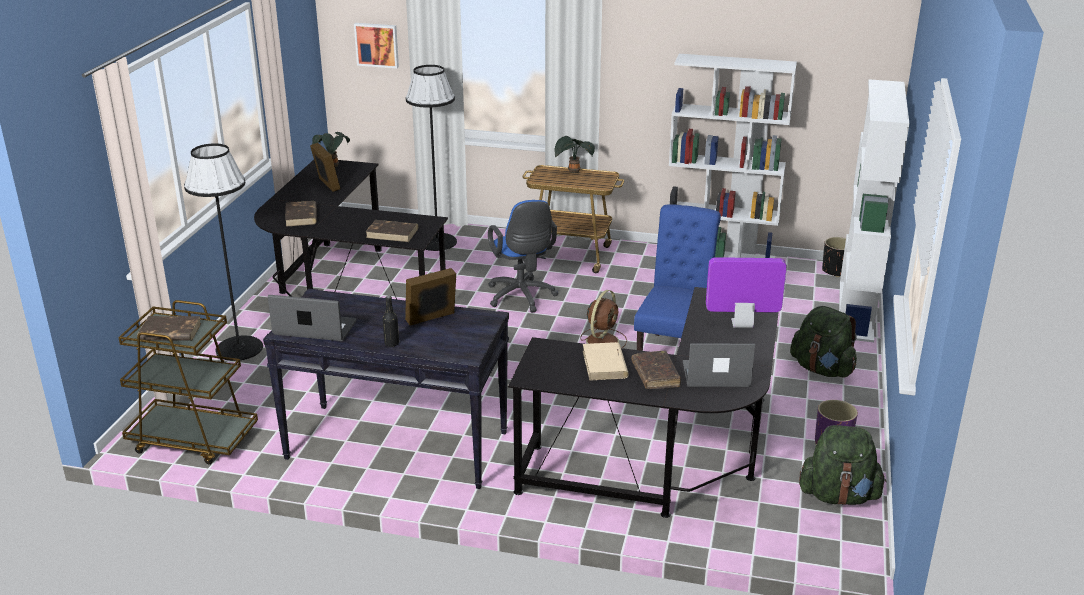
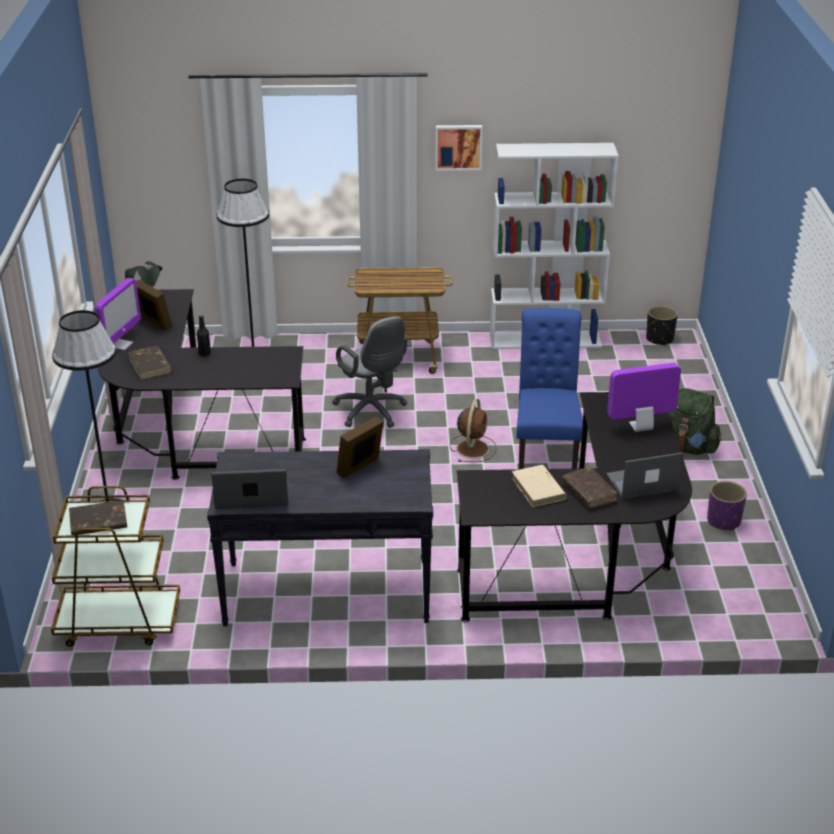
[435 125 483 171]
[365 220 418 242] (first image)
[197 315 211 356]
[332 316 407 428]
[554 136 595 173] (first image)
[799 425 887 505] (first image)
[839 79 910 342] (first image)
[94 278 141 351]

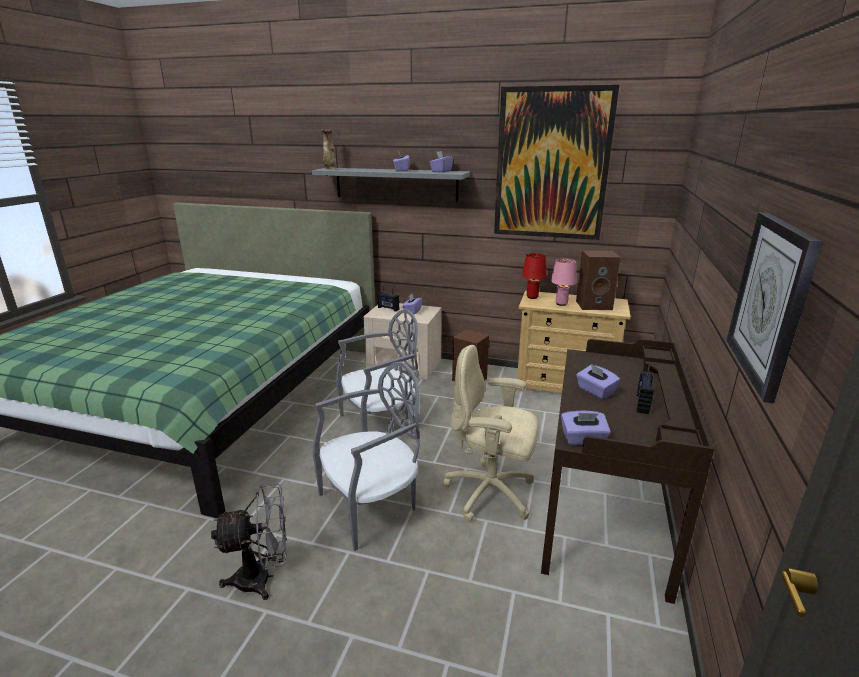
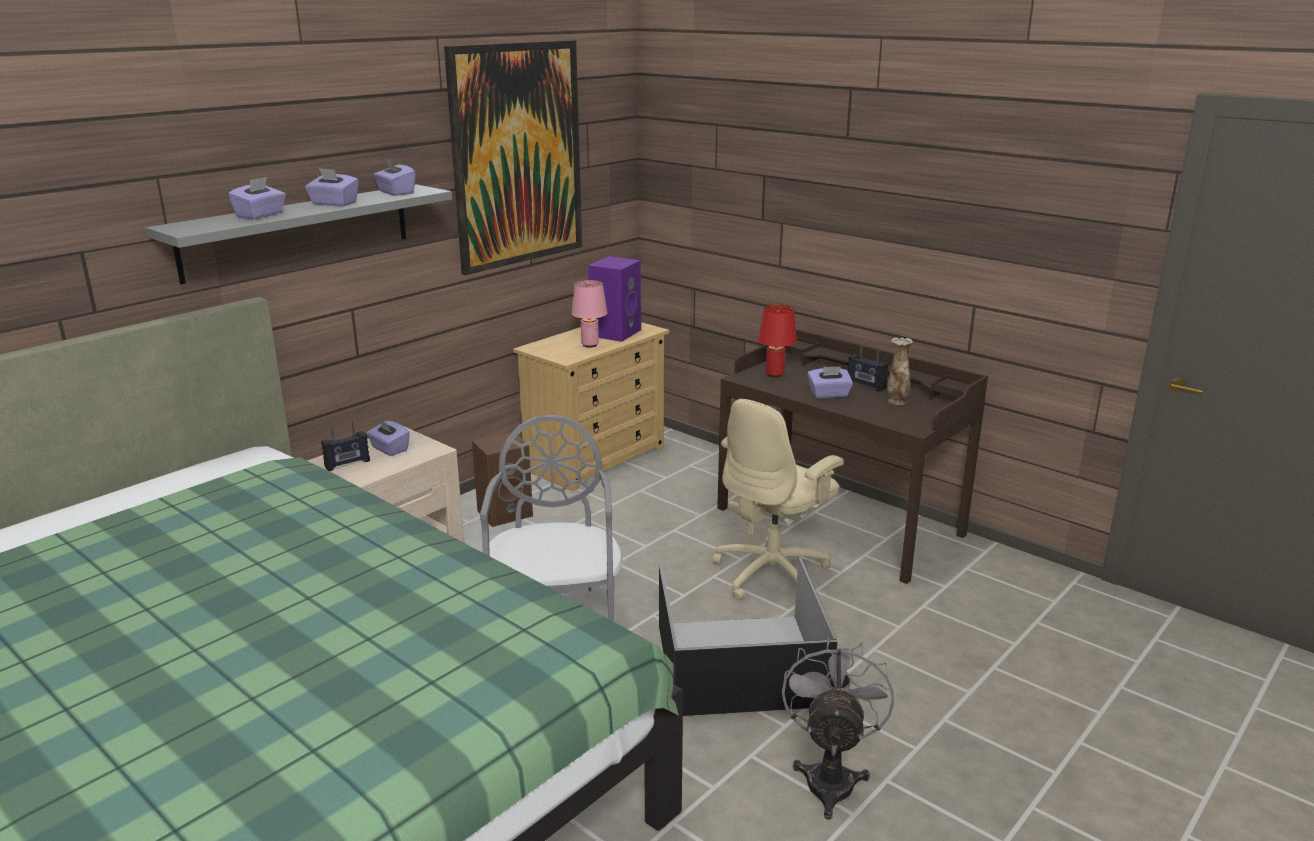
[659 558 837 716]
[887 338 913 405]
[758 305 797 377]
[228 177 286 219]
[588 256 641 342]
[727 212 823 403] (first image)

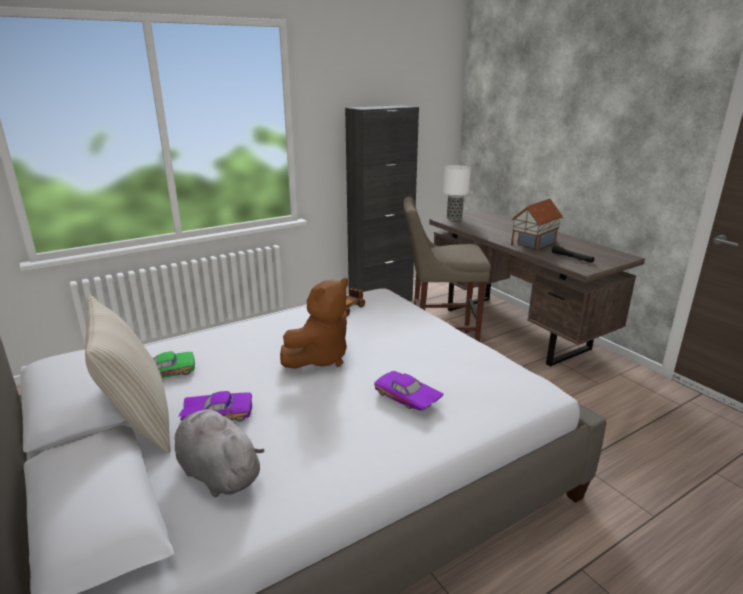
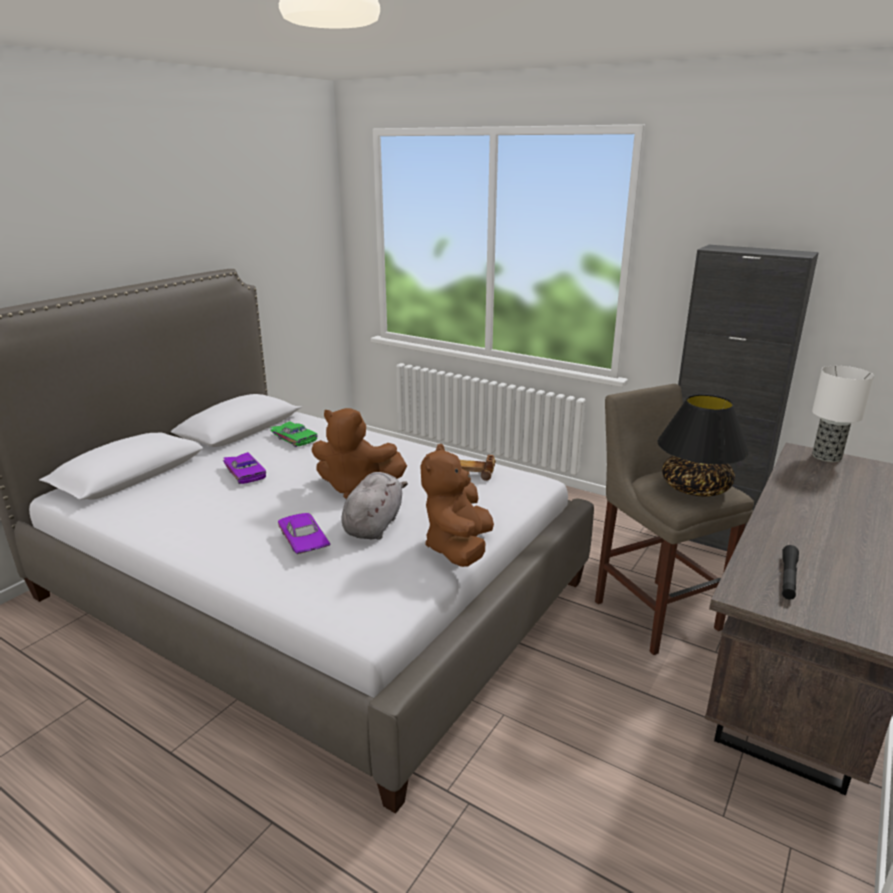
[85 295 170 454] (first image)
[341 472 408 540]
[278 513 331 554]
[511 199 563 251] (first image)
[420 444 494 567]
[657 394 749 496]

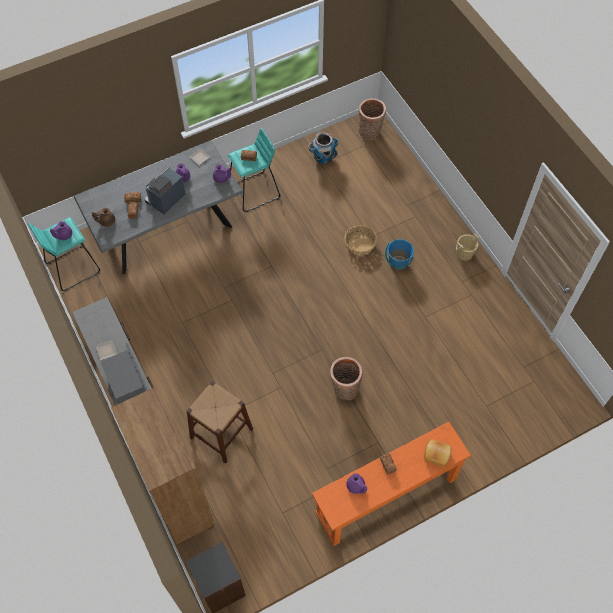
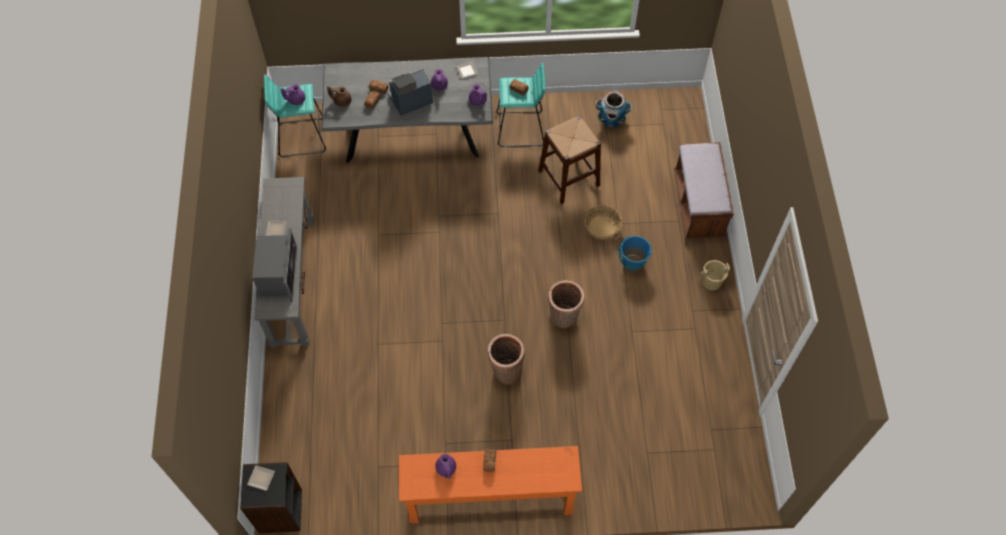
[111 387 215 546] (first image)
[538 115 601 204]
[548 280 584 328]
[424 439 451 467] (first image)
[247 465 275 491]
[674 142 734 239]

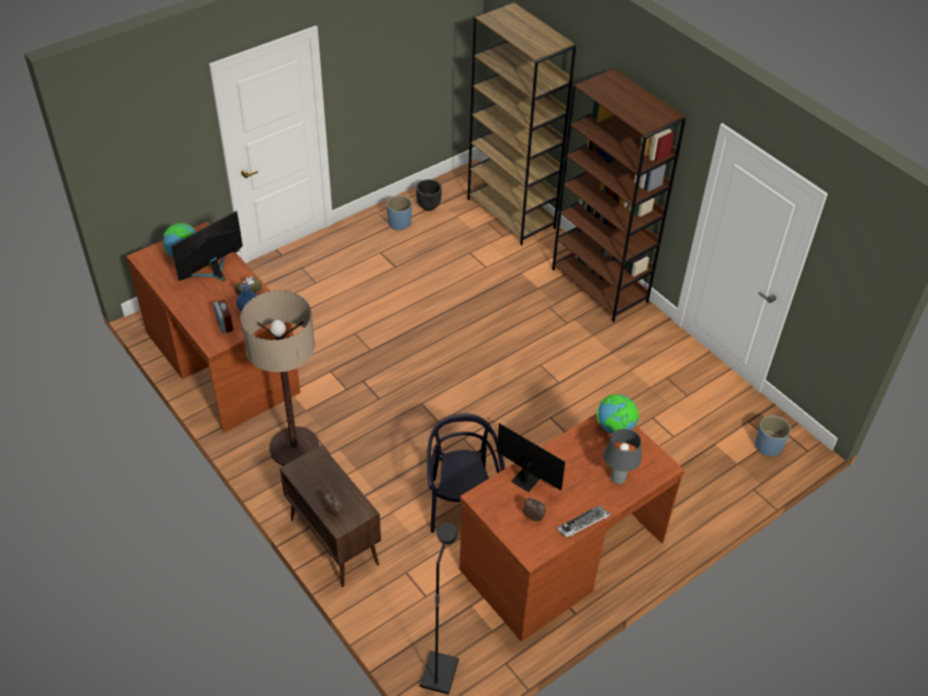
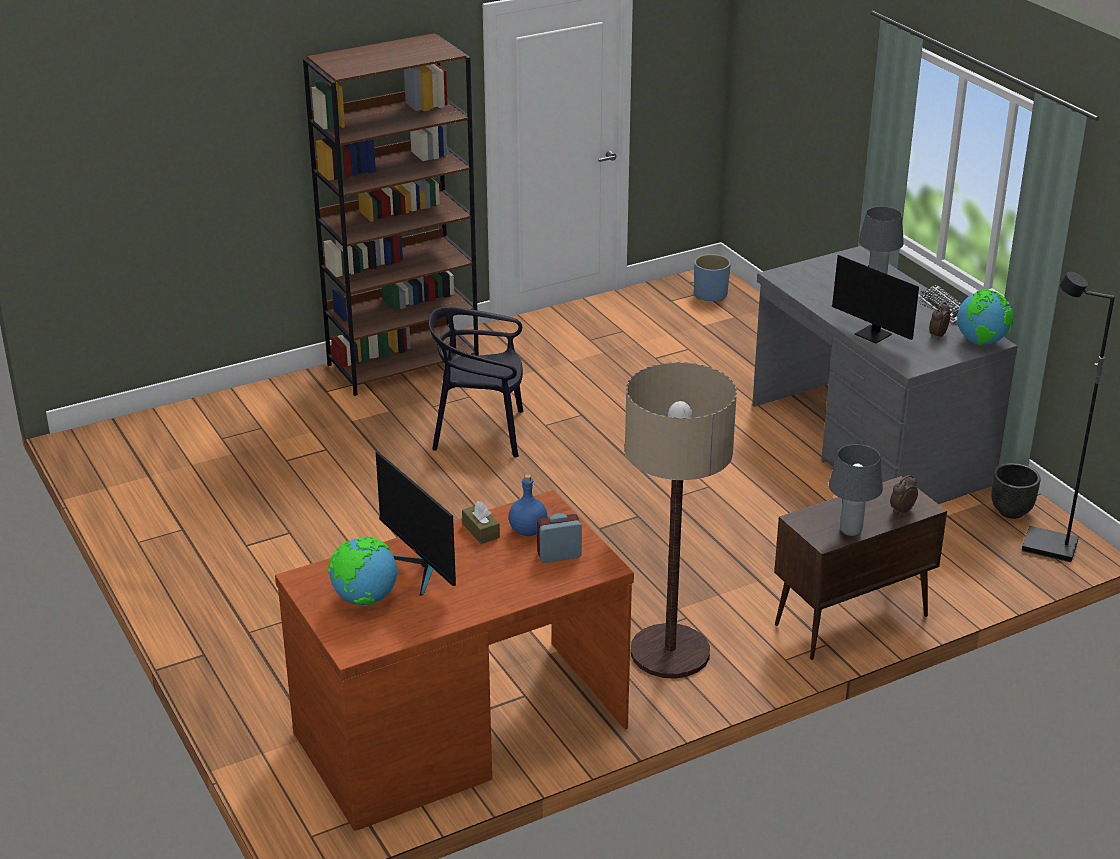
[387 195 412 231] (first image)
[991 463 1040 519]
[428 307 524 457]
[752 246 1018 504]
[468 3 576 246] (first image)
[832 255 944 343]
[957 290 1013 345]
[829 444 883 536]

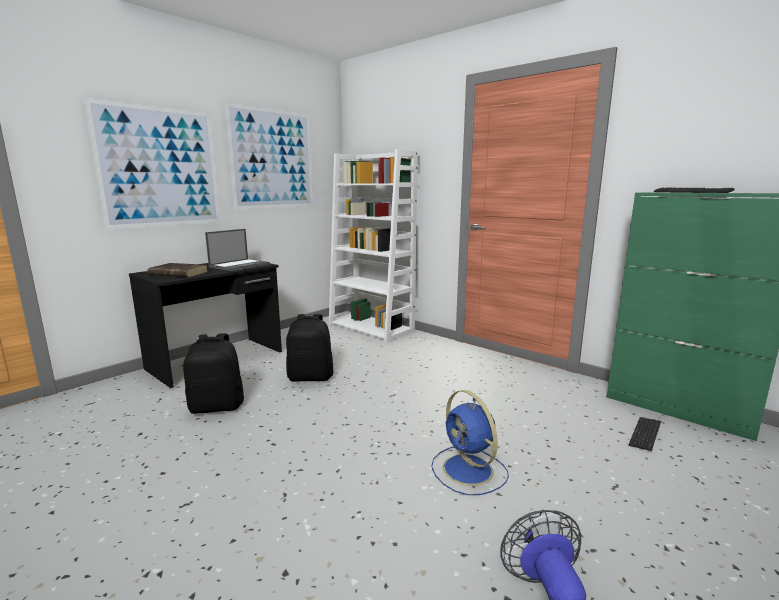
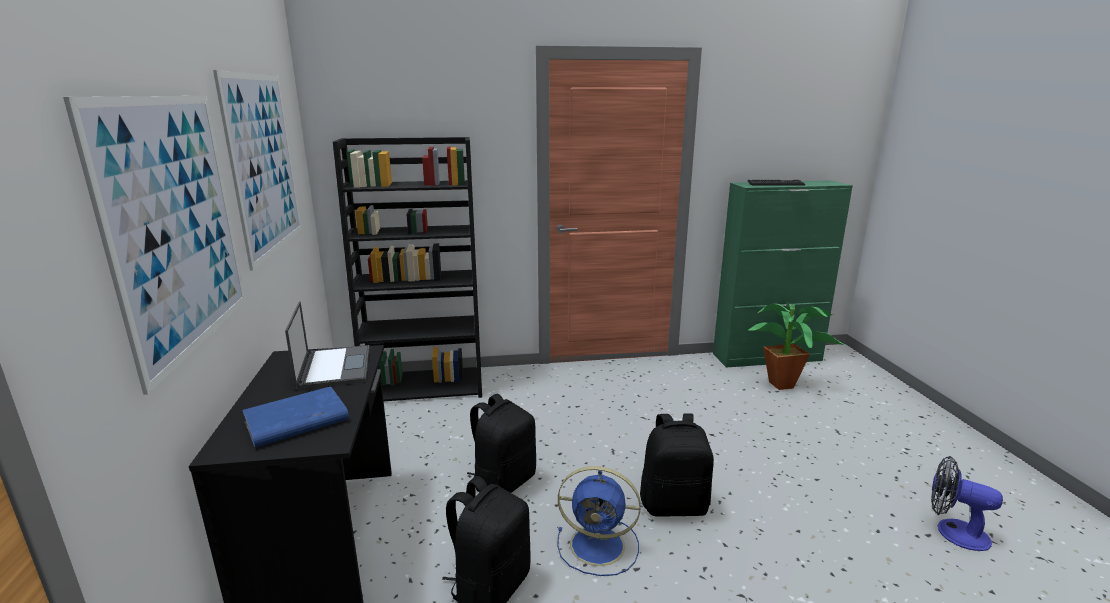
[242 386 349 448]
[333 137 482 401]
[557 466 641 576]
[749 302 845 390]
[640 413 714 517]

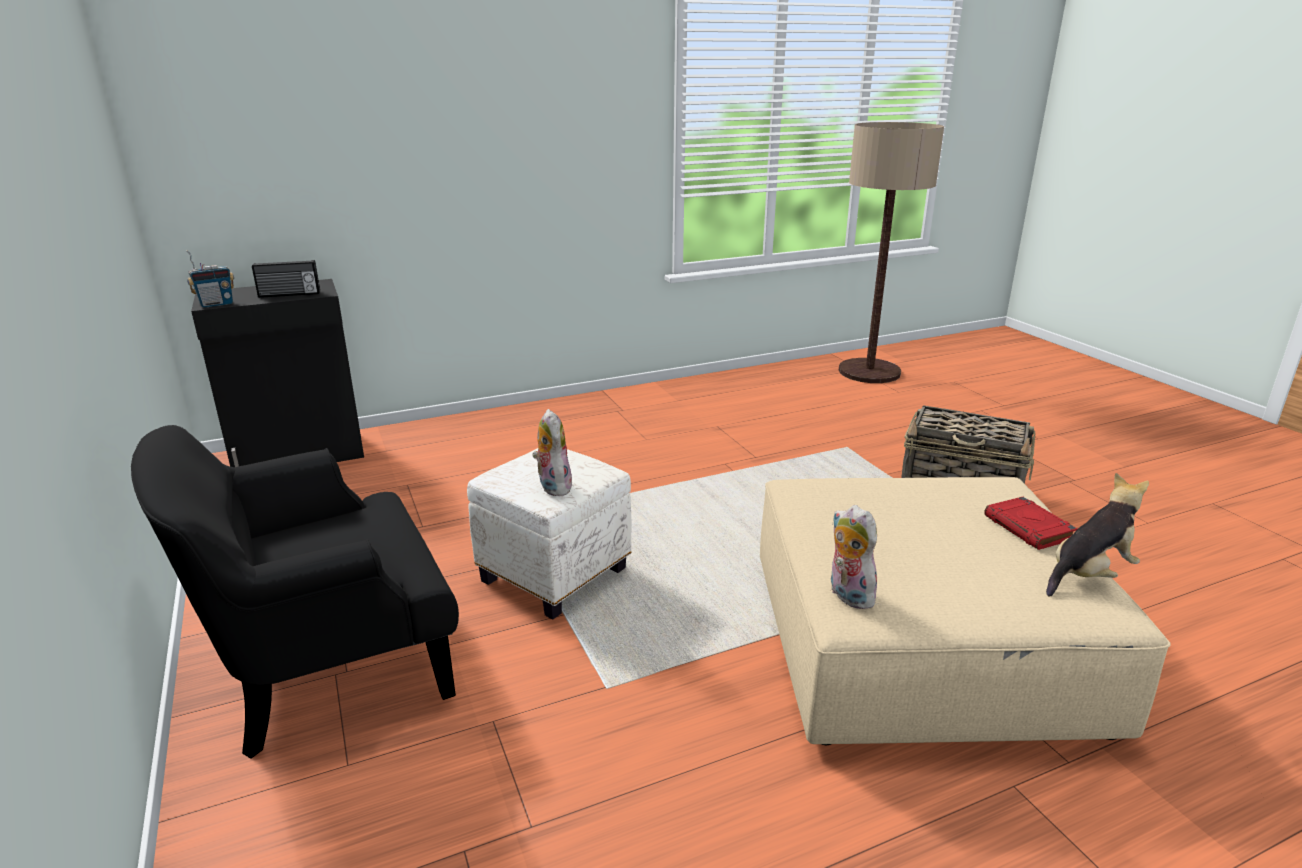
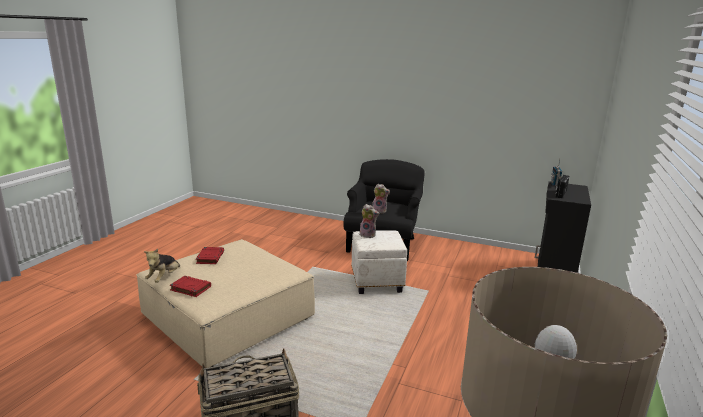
[372 184 390 214]
[196 247 224 264]

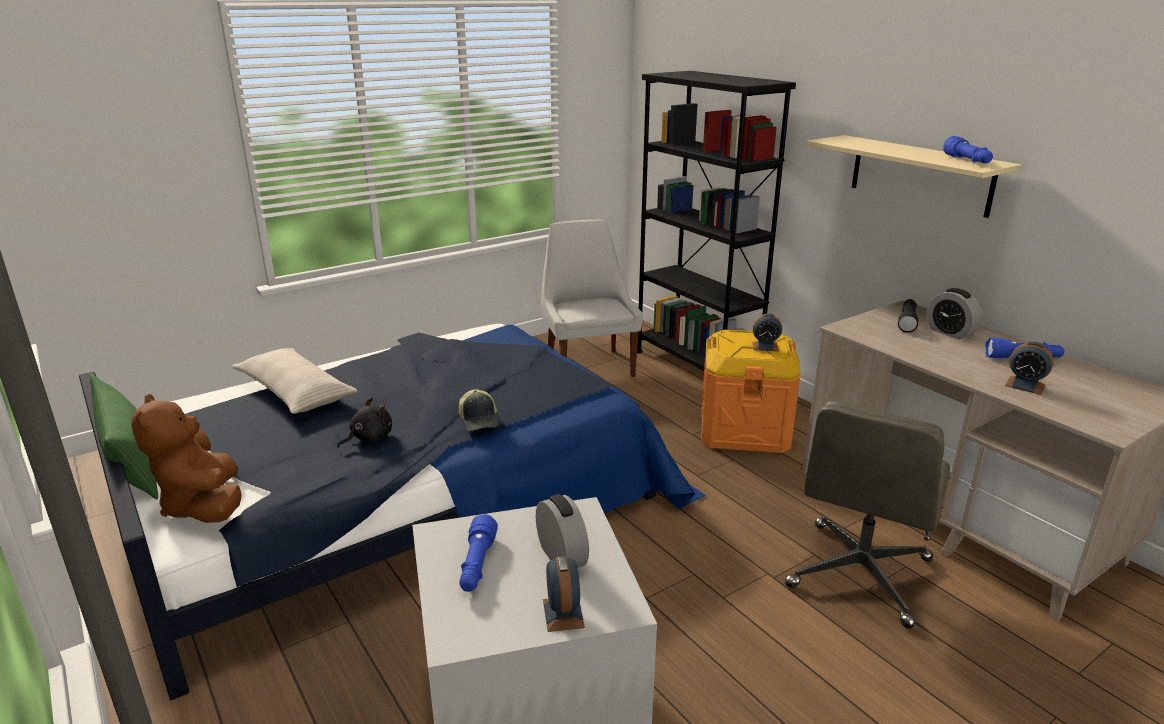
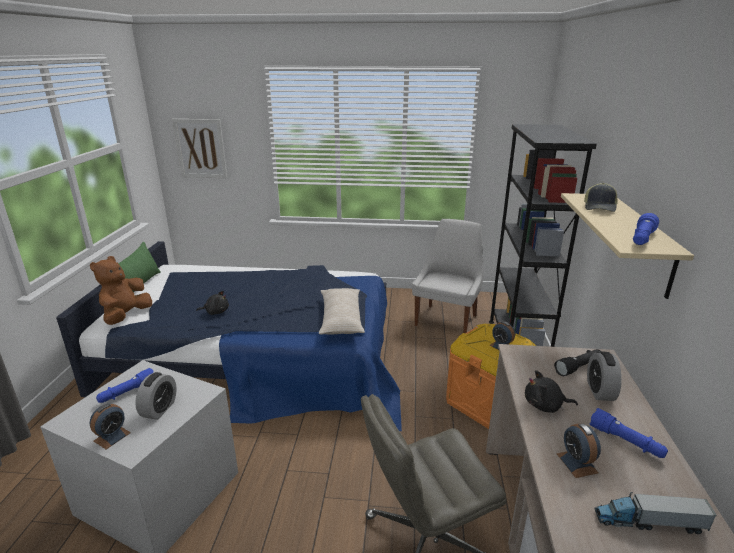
[319 288 365 335]
[584 183 617 212]
[172 119 227 178]
[525 370 578 413]
[594 492 717 534]

